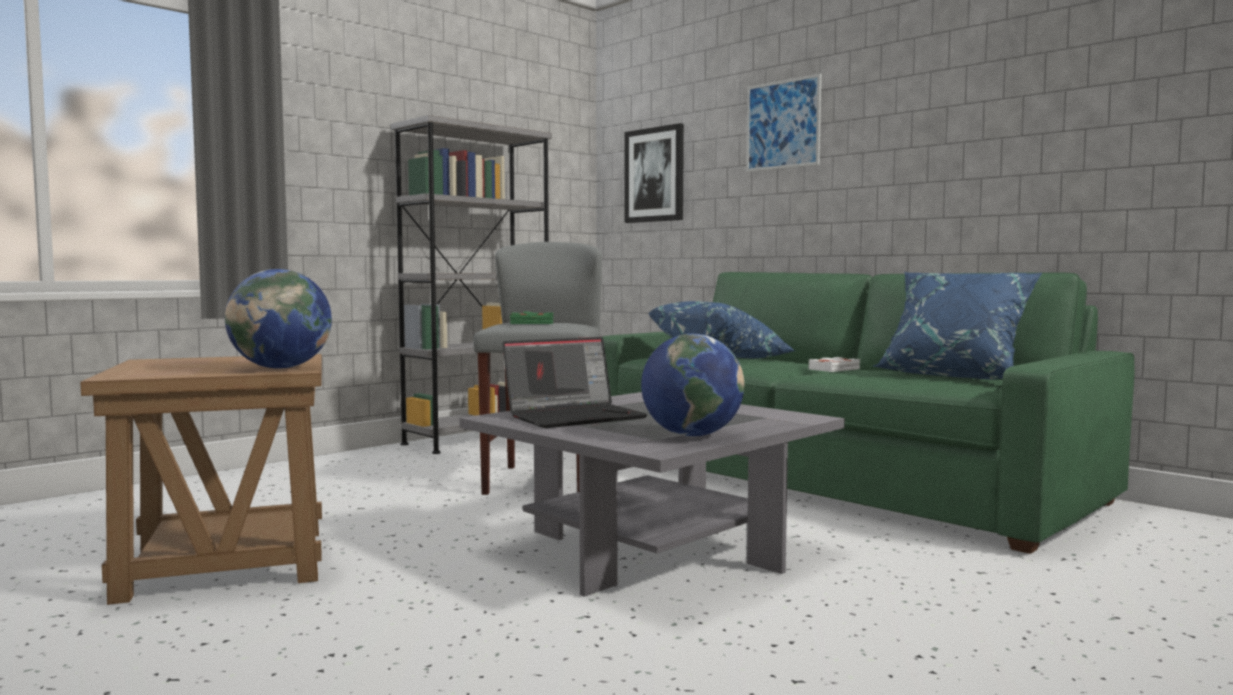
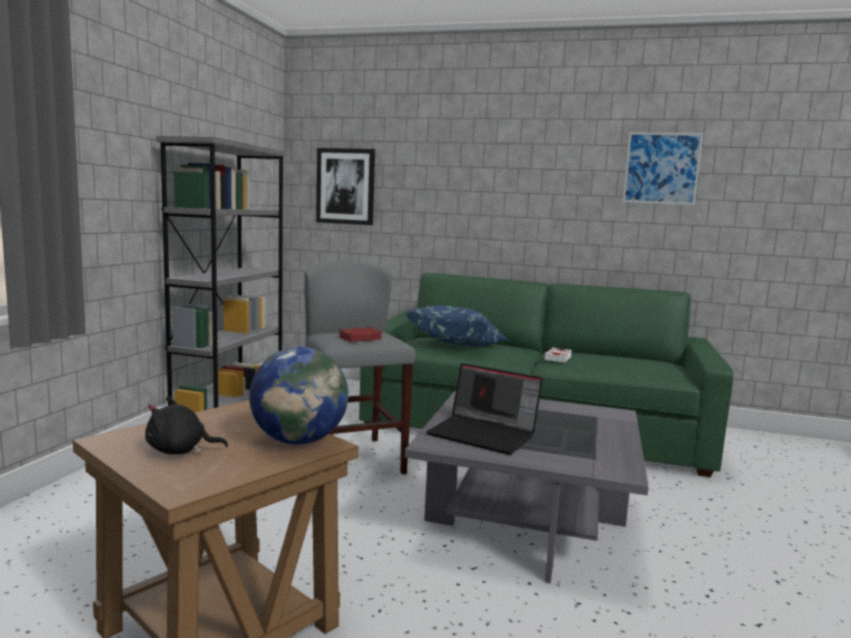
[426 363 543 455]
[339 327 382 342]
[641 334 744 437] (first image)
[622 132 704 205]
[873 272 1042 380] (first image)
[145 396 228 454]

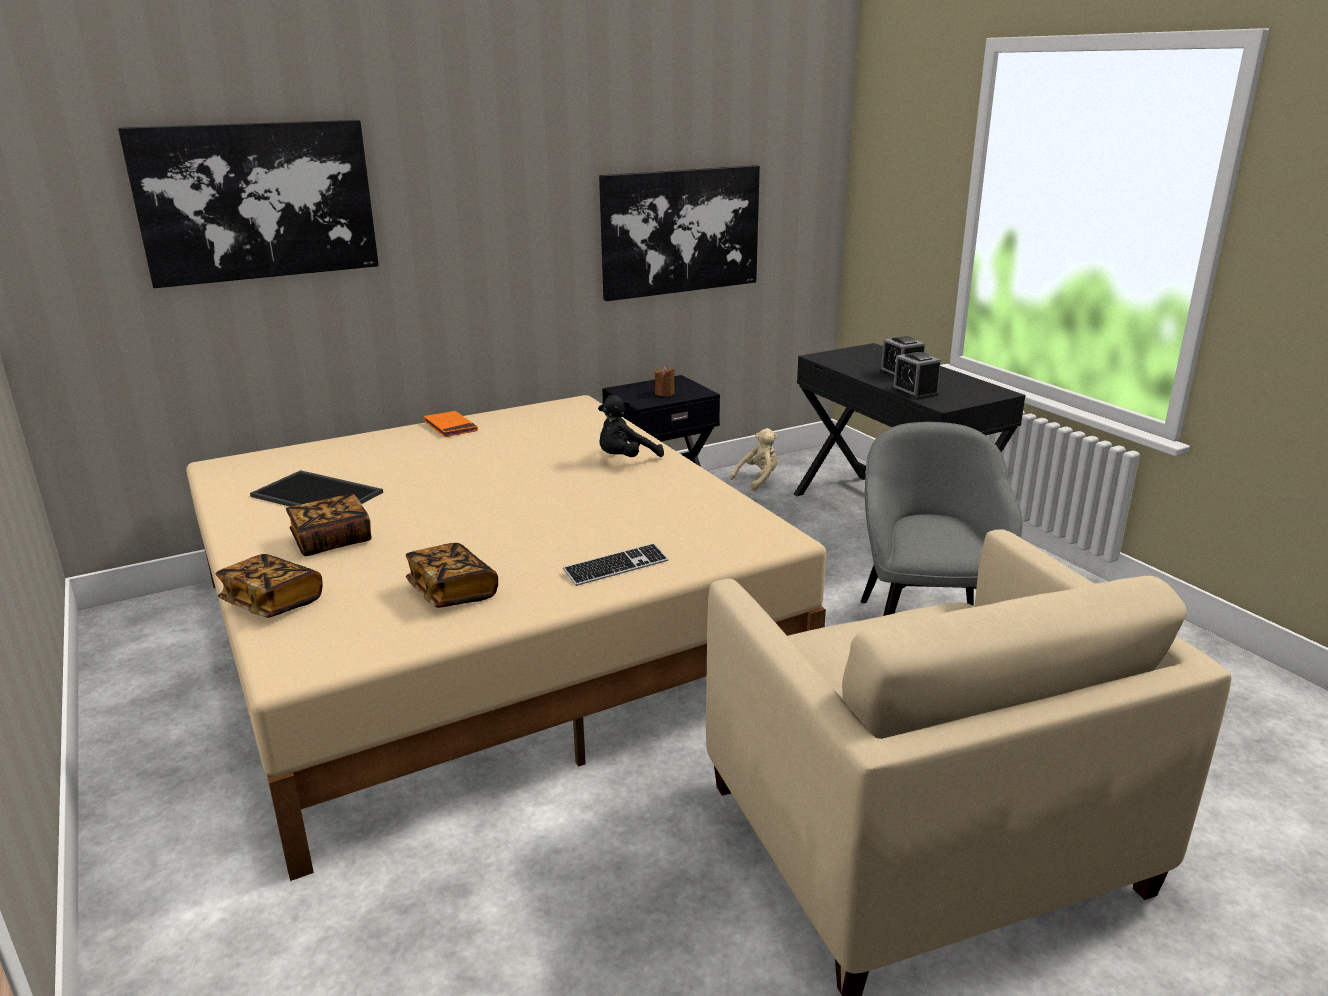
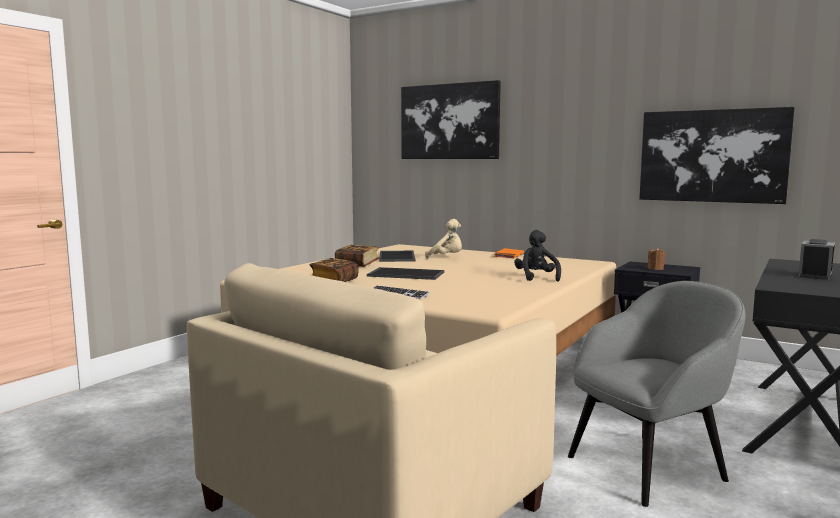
[216 554 323 618] (first image)
[514 230 561 282]
[425 219 462 259]
[892 352 941 400] (first image)
[367 267 444 280]

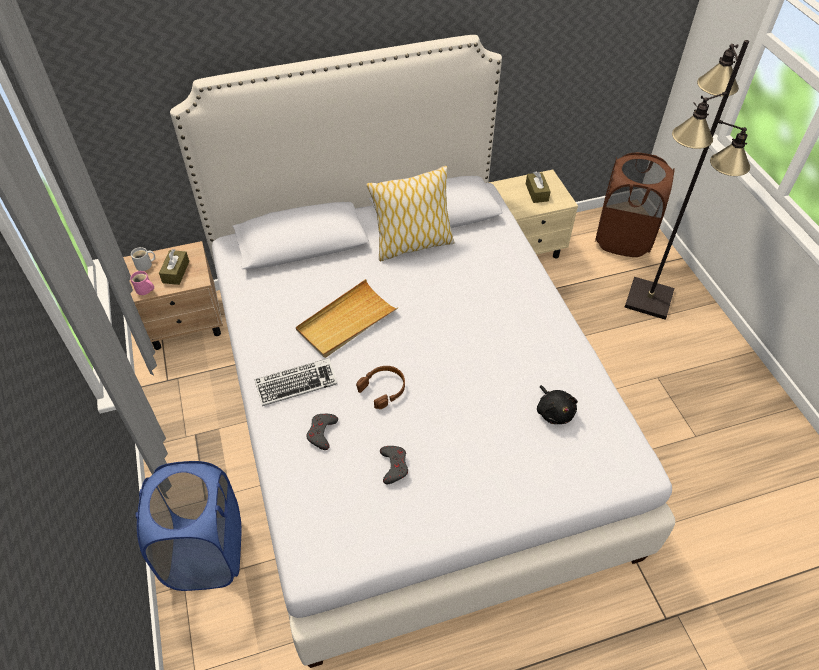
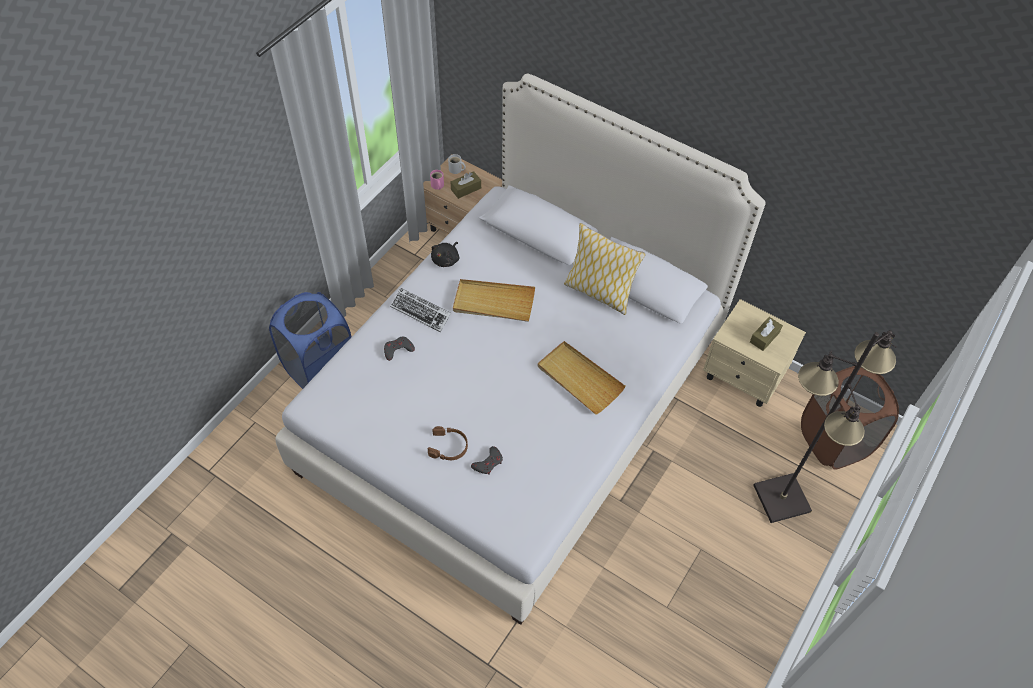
[428 426 468 460]
[471 446 503 475]
[431 242 459 267]
[538 341 626 415]

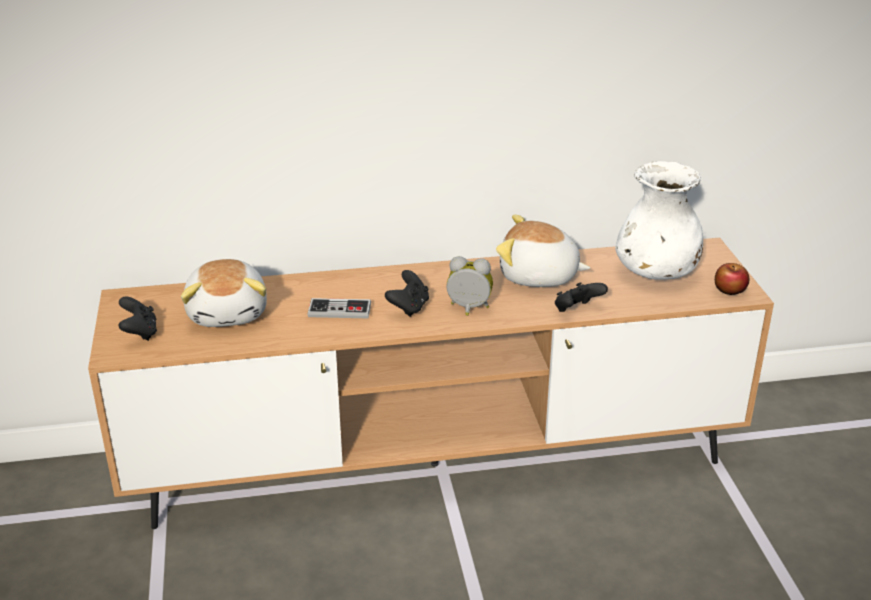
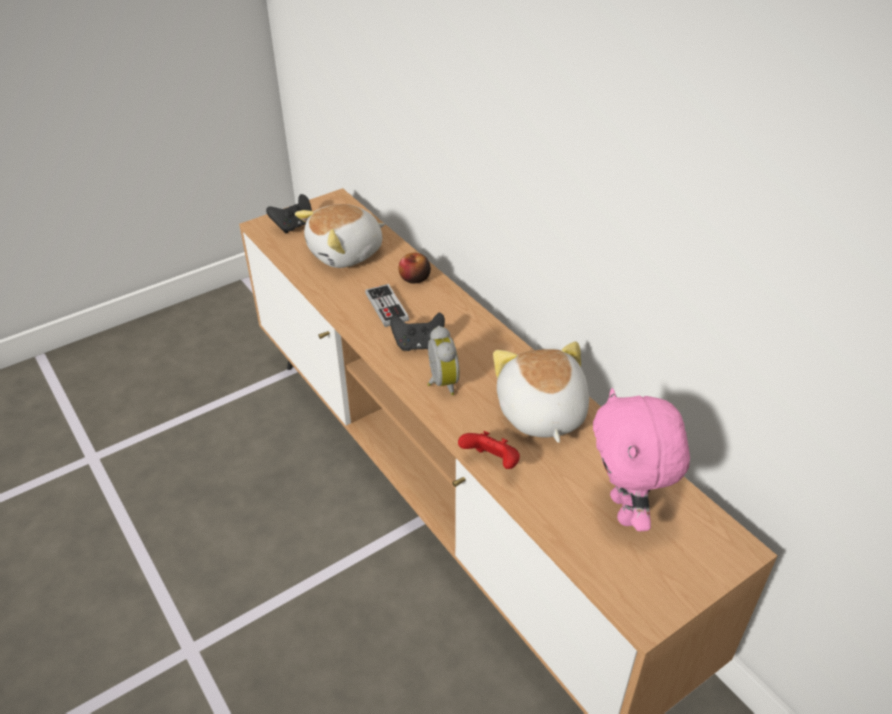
[458 431 520 469]
[593 388 690 531]
[399 253 431 283]

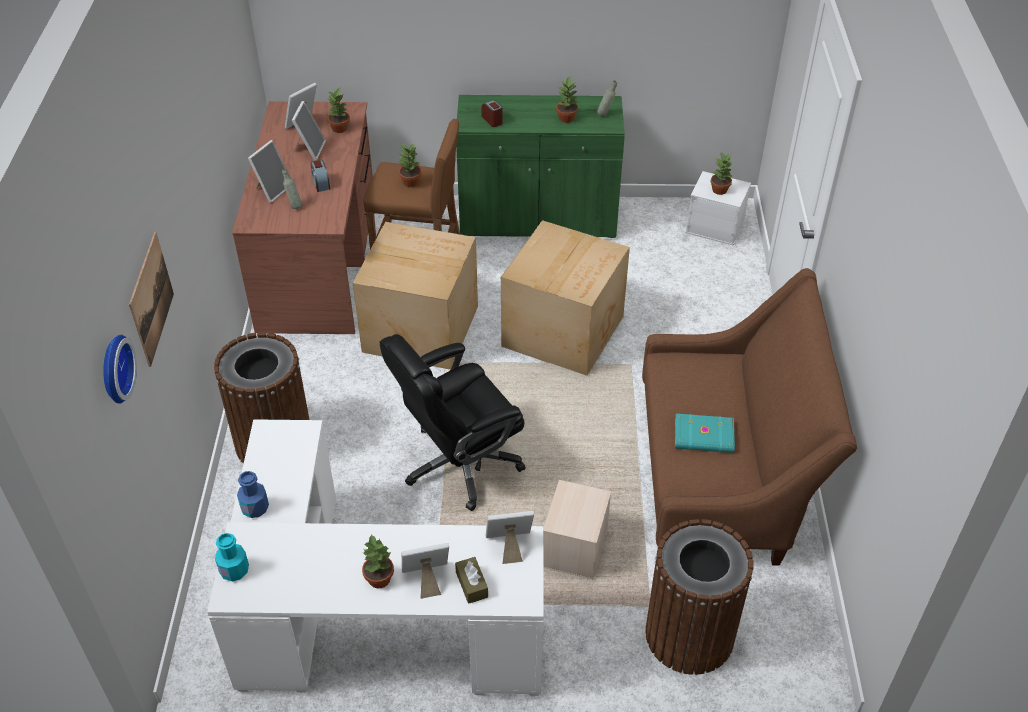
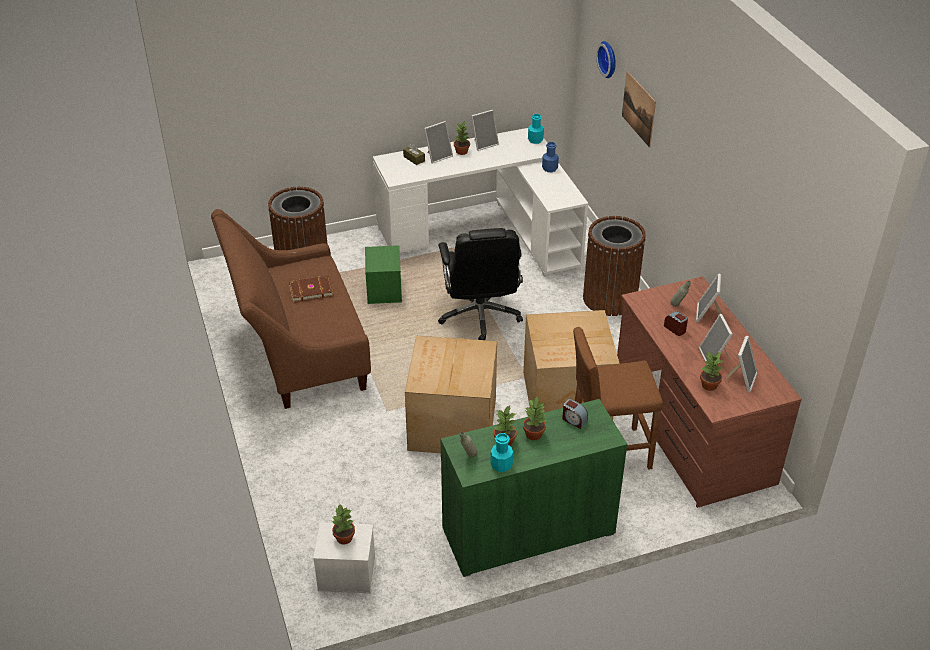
[438 228 523 340]
[523 397 546 440]
[471 110 499 151]
[365 245 402 304]
[289 275 333 302]
[490 433 513 472]

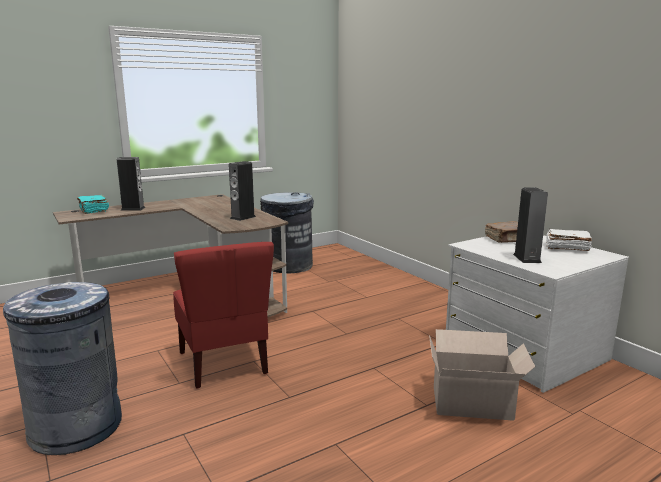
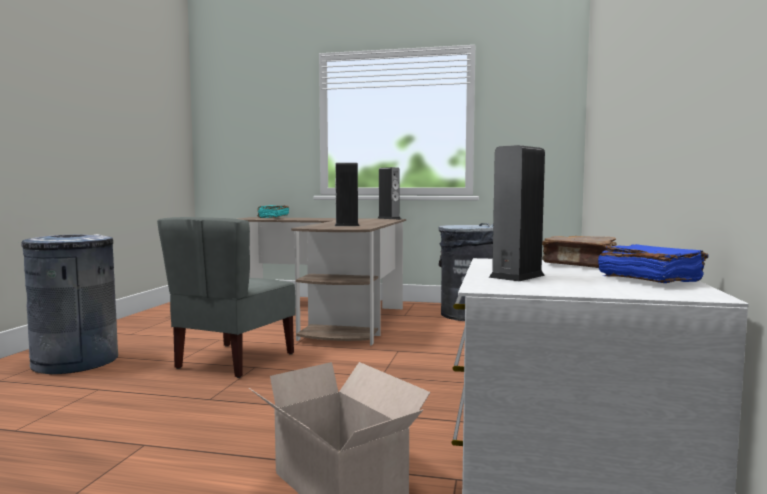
[377 167 401 219]
[157 217 296 378]
[598 244 708 283]

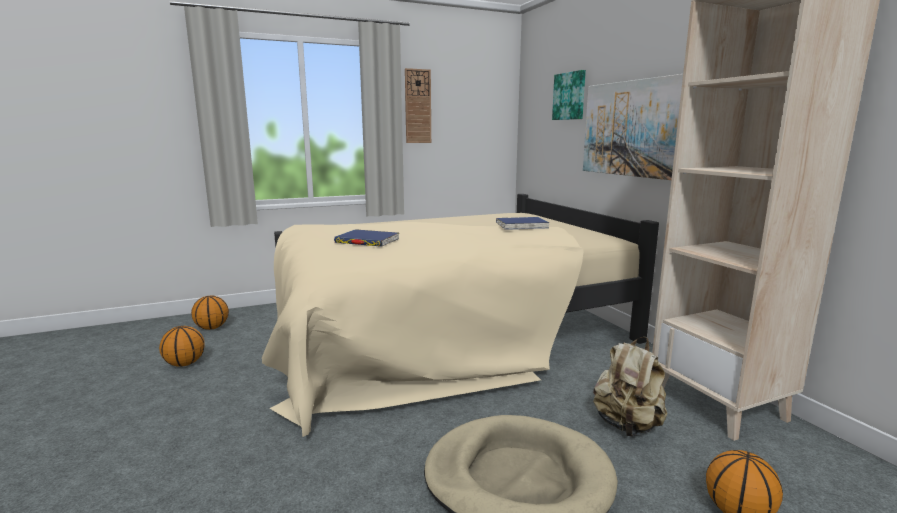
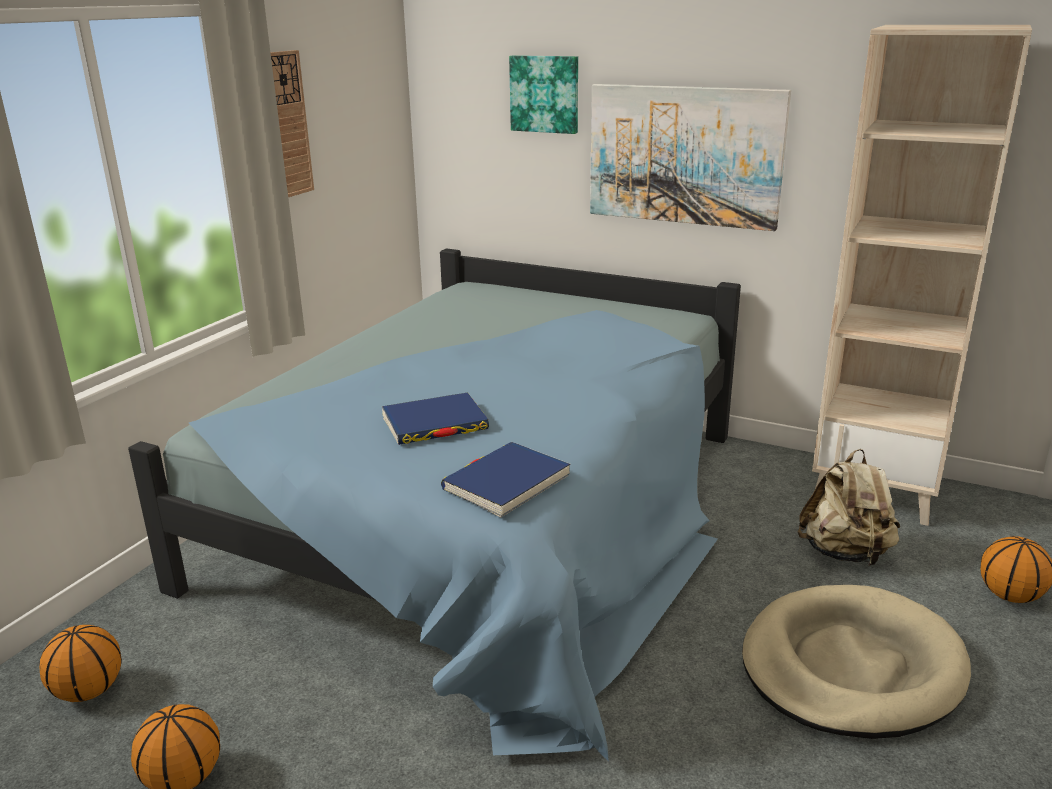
[128 248 741 762]
[441 442 571 518]

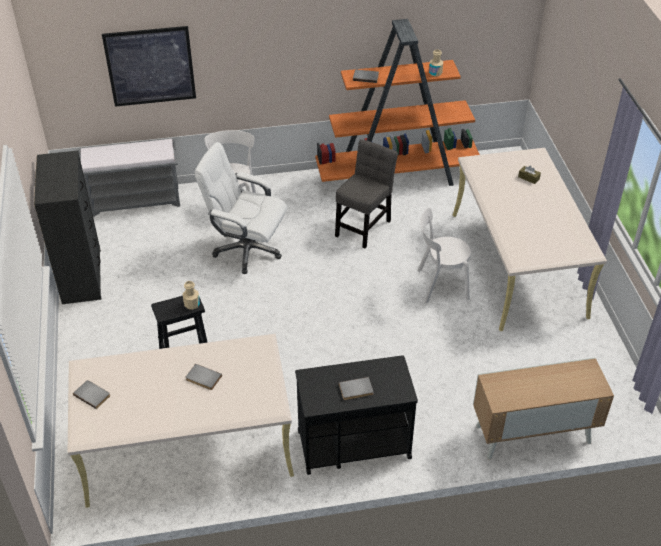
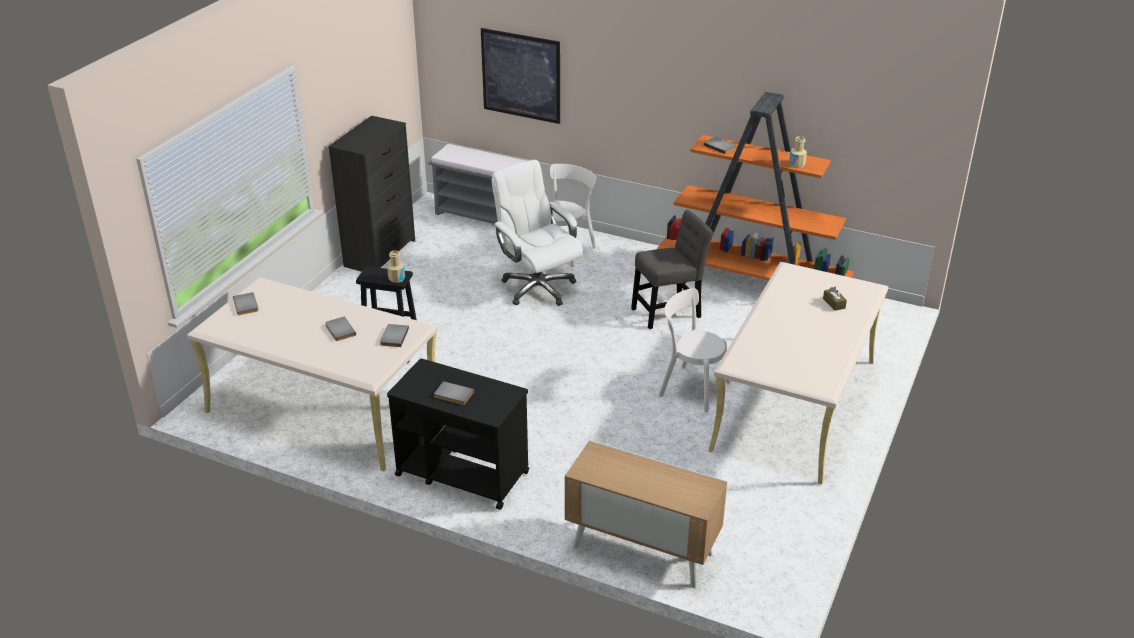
[380 324 409 347]

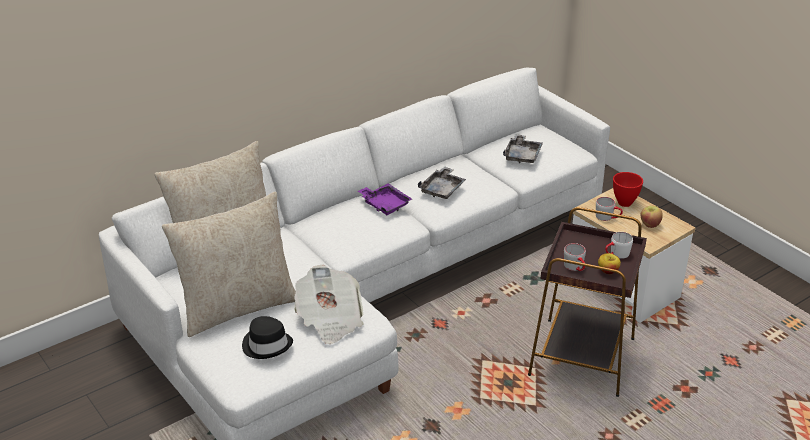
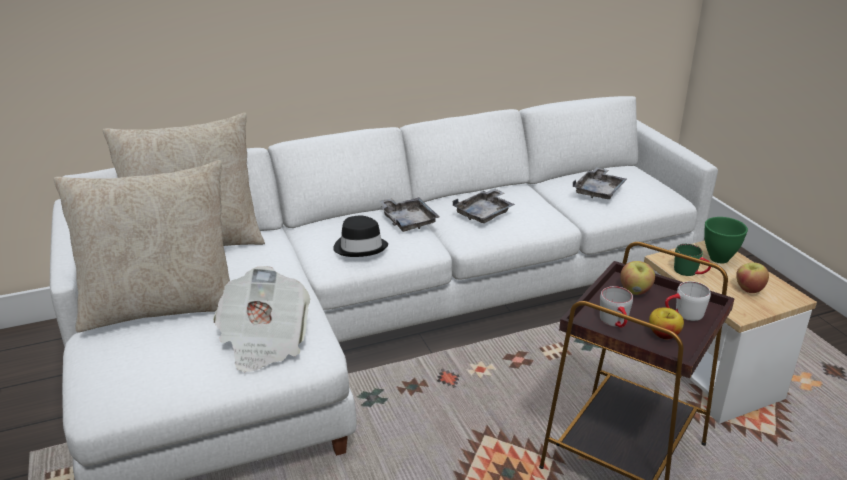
[333 216 388 257]
[380 197 439 232]
[674 244 711 276]
[704 217 748 263]
[620 261 655 295]

